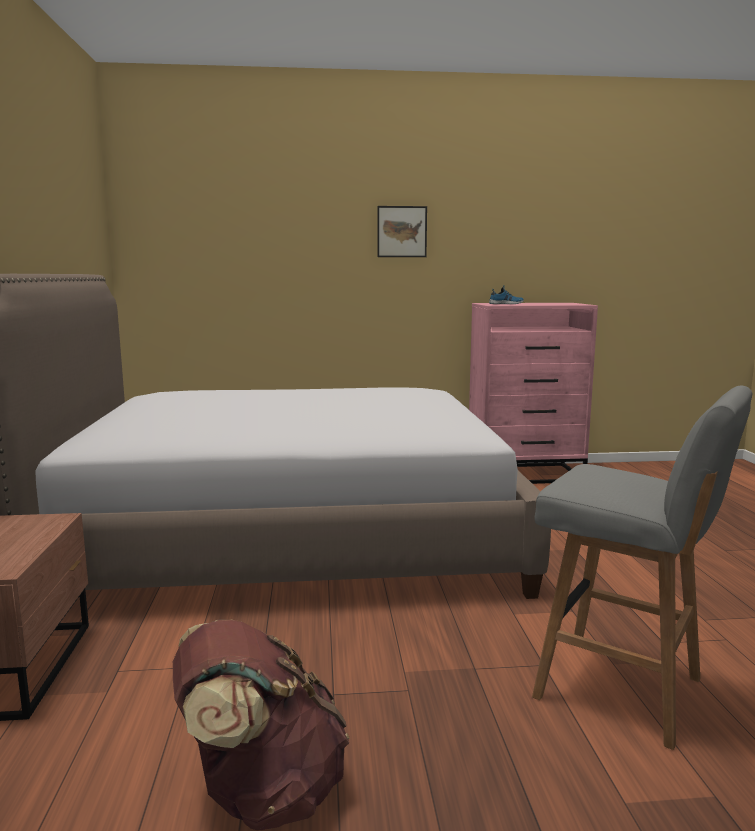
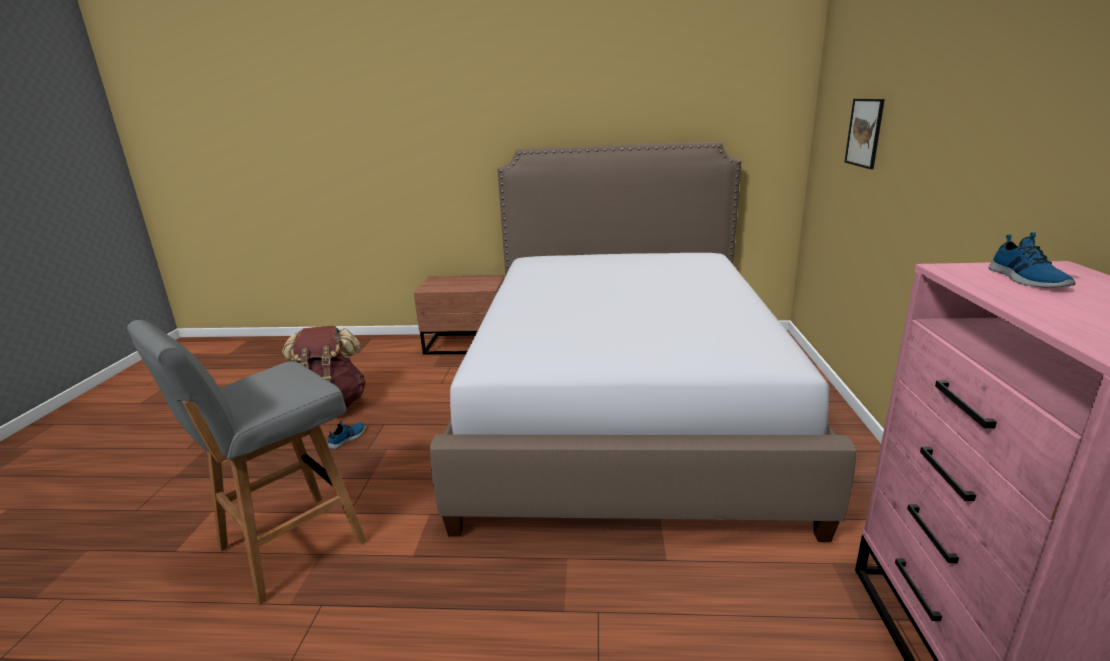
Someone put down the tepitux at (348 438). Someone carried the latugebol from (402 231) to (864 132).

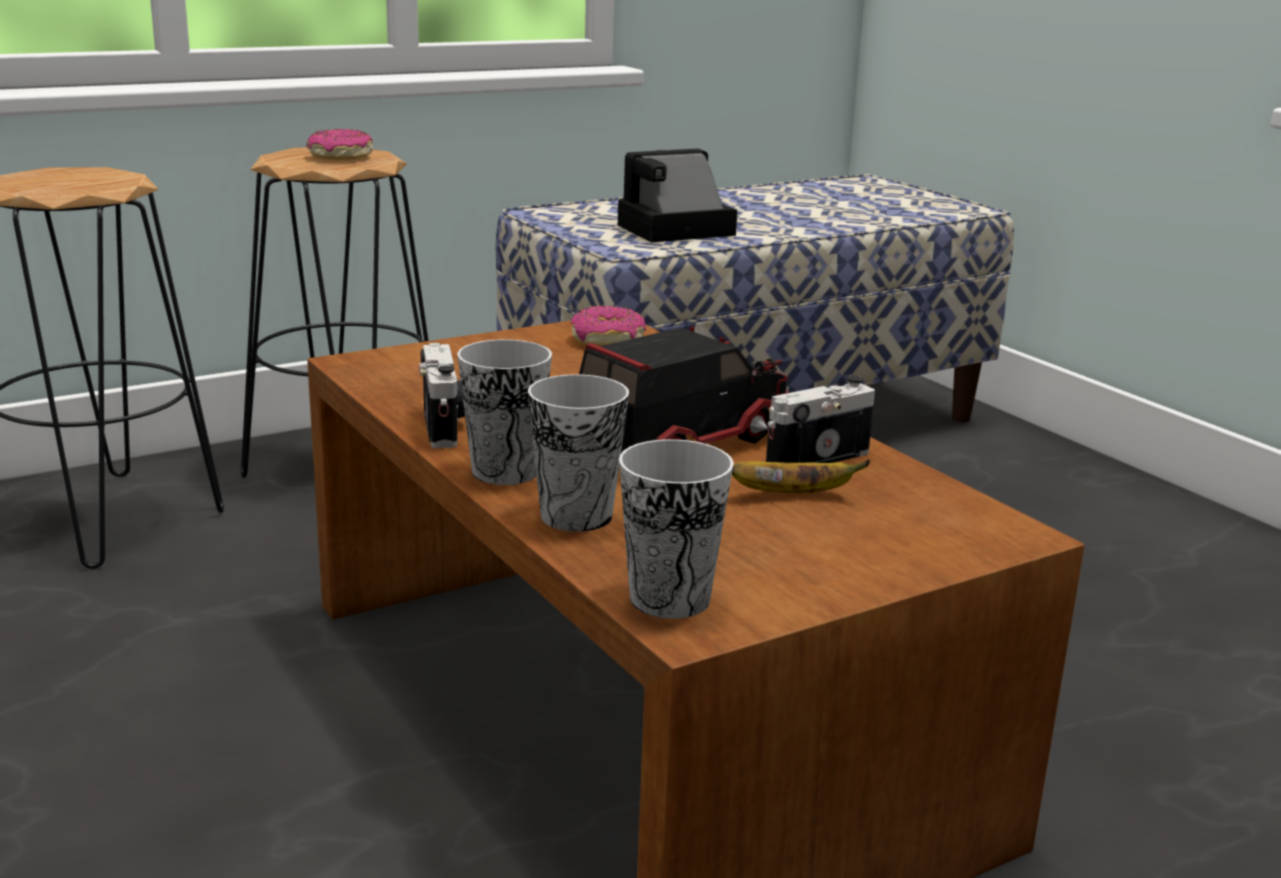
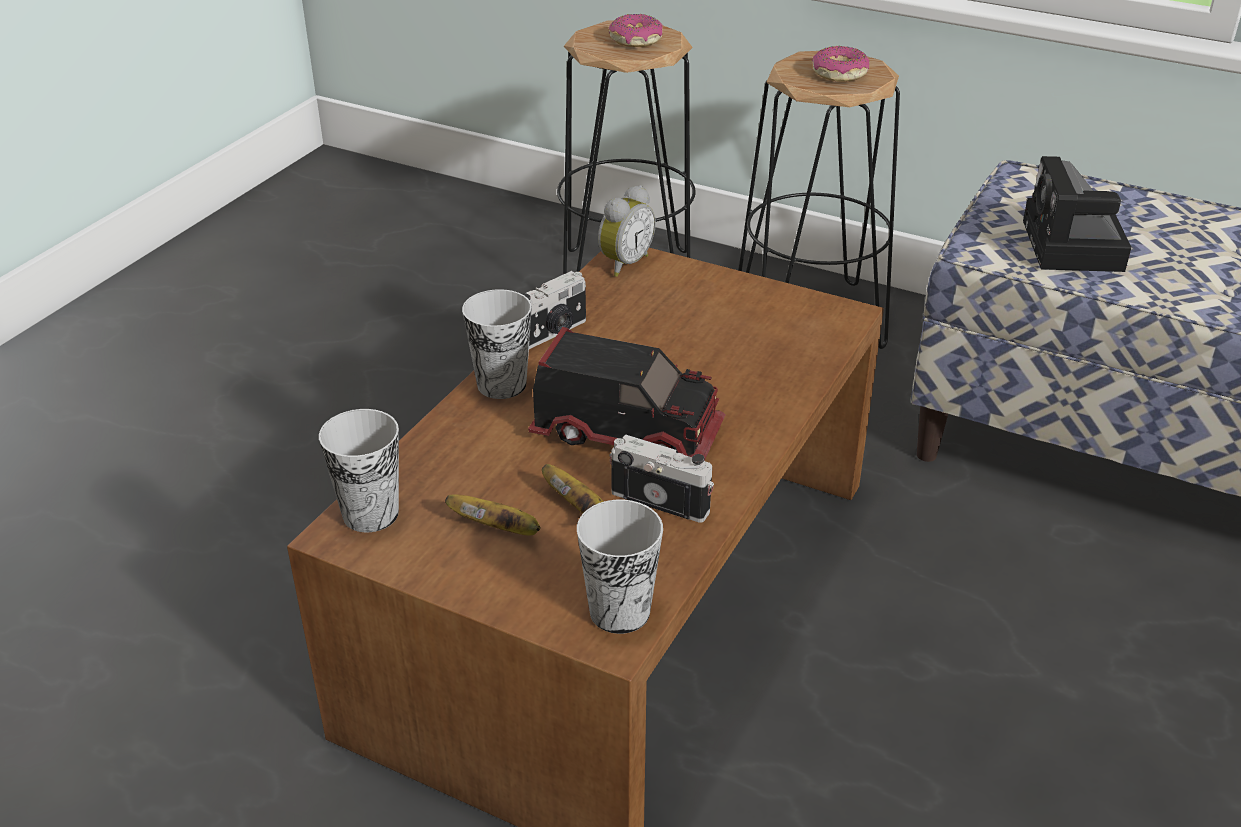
Someone put down the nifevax at (499 529). Someone put down the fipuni at (623 263). Someone carried the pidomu from (576 516) to (619 611). Someone carried the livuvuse from (608 340) to (636 41). Someone rotated the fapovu at (672 230) by 120 degrees counterclockwise.

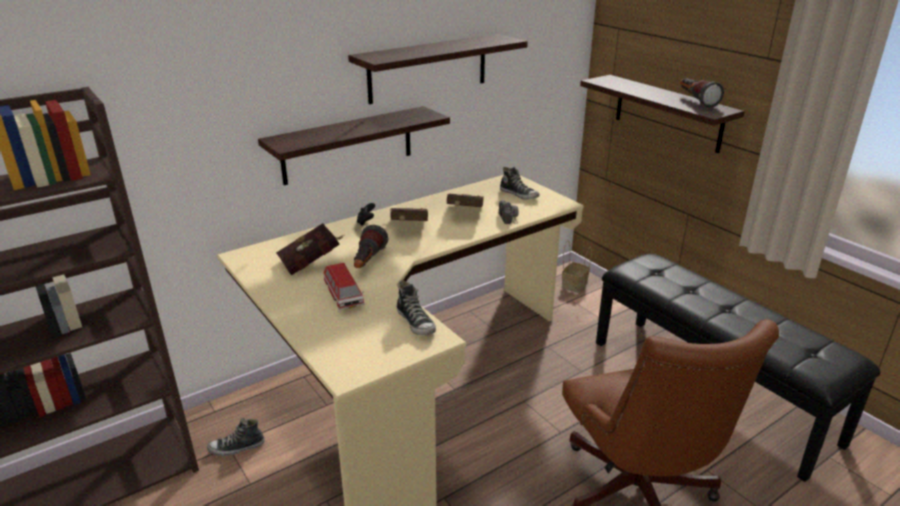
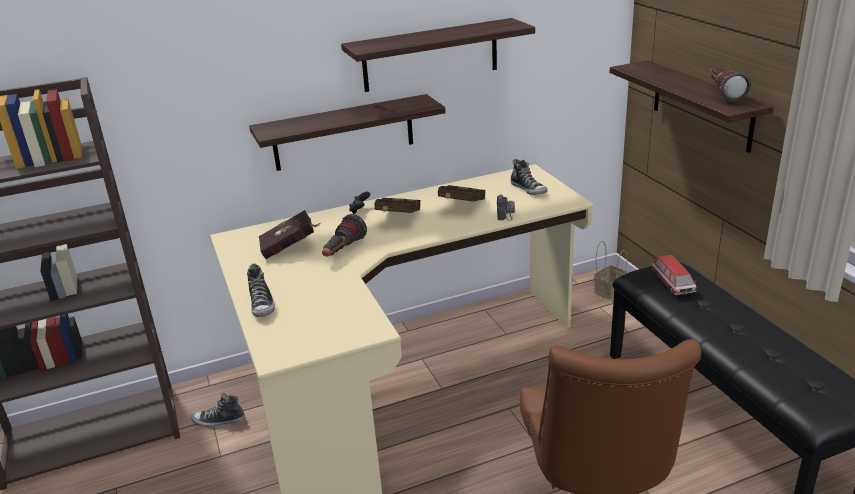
Someone carried the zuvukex from (343 296) to (672 284). Someone carried the tepitux from (416 323) to (262 305).

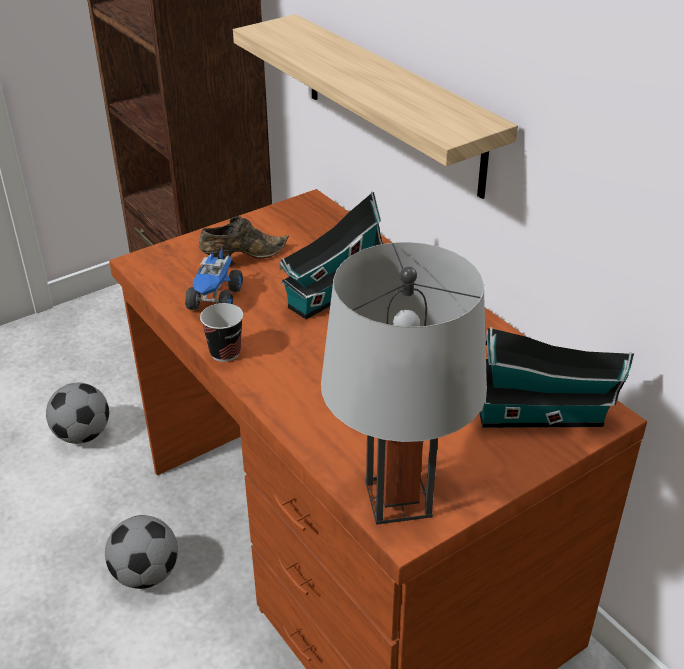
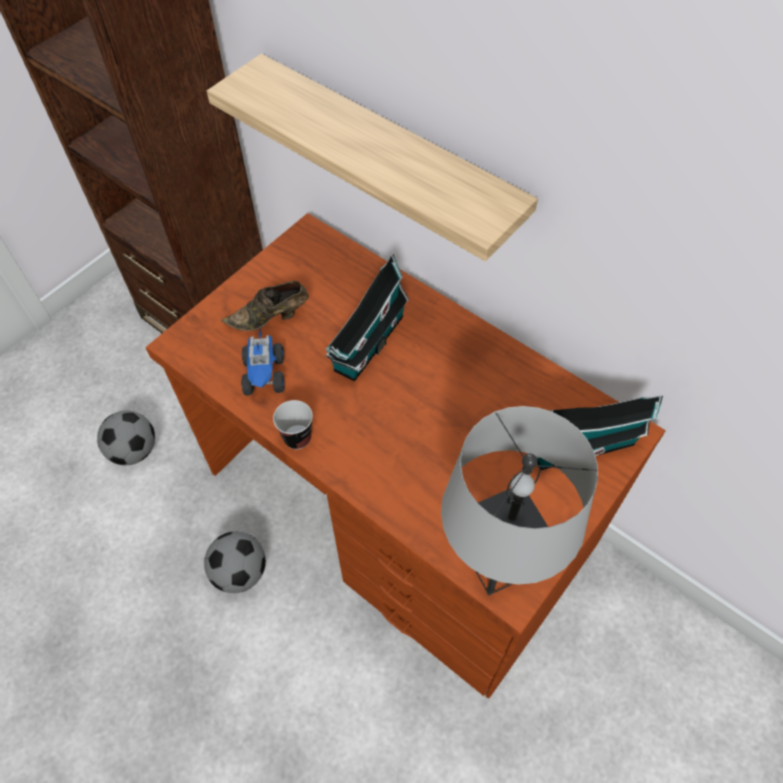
Someone rotated the brown_tepitux at (242 258) by 150 degrees counterclockwise.

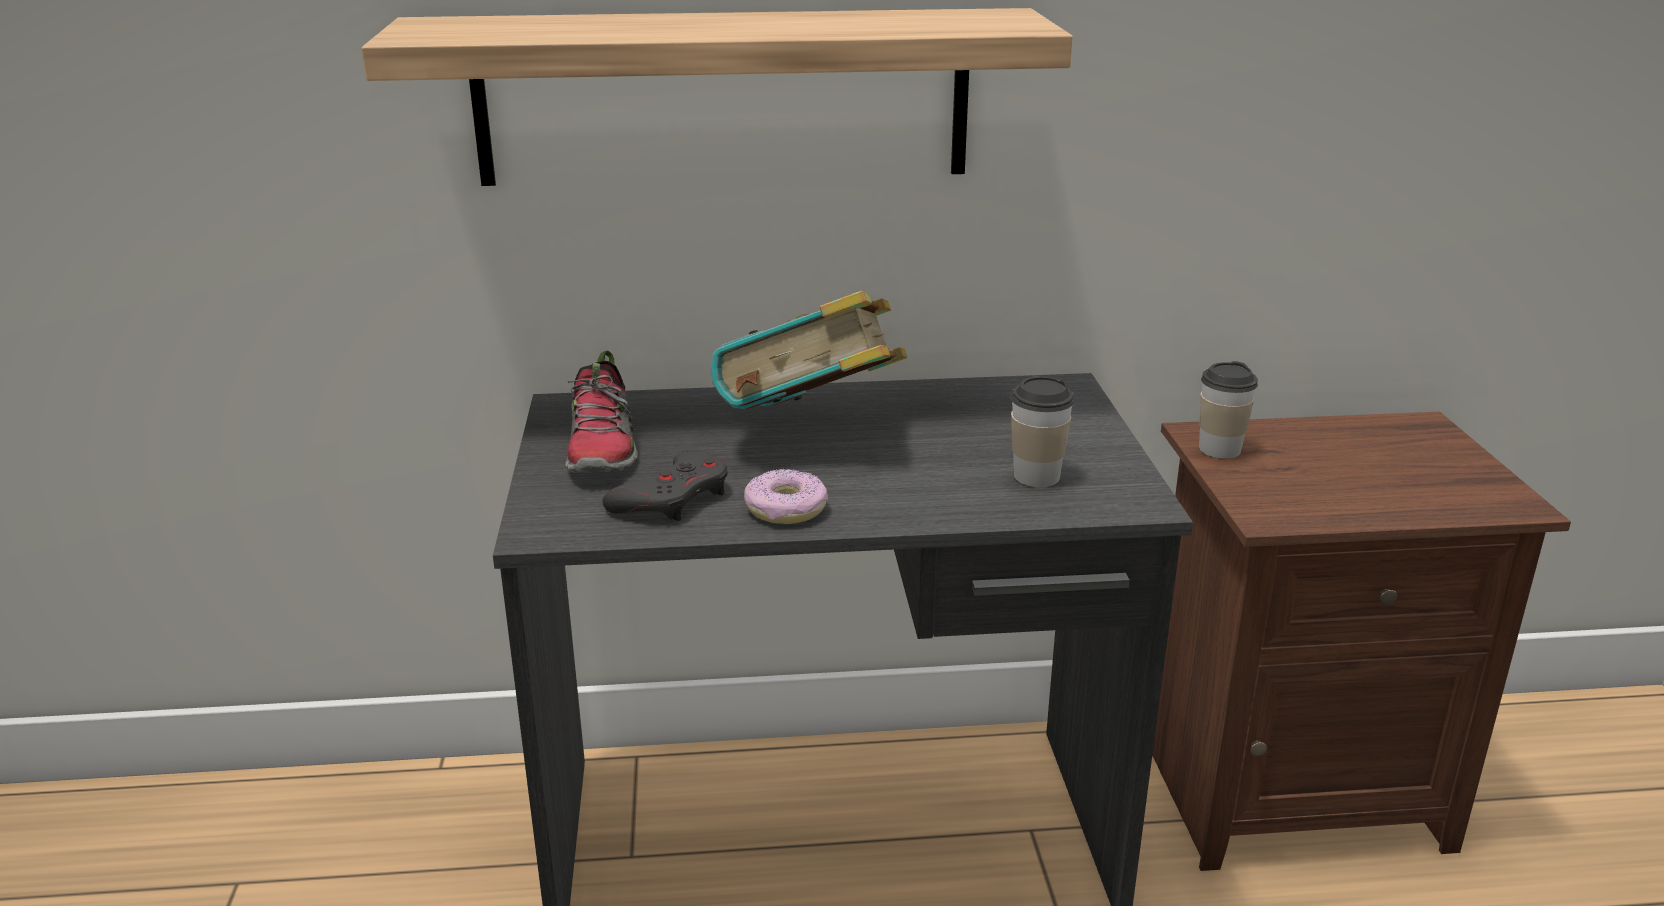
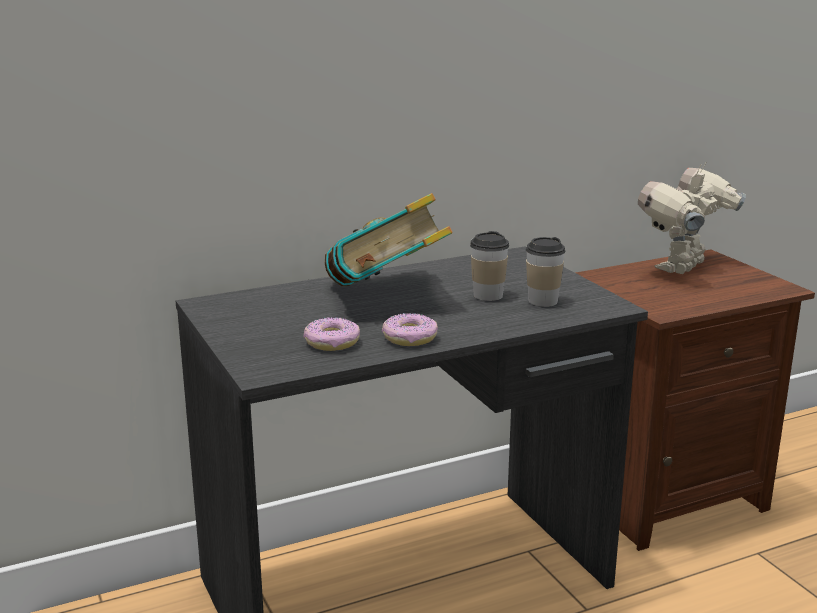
Someone took away the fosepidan at (723 97). Someone took away the tepitux at (603 449). Someone put down the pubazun at (684 268). Someone carried the pidomu from (1219 449) to (488 295). Someone swapped the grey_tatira at (673 498) for the livuvuse at (332 342).

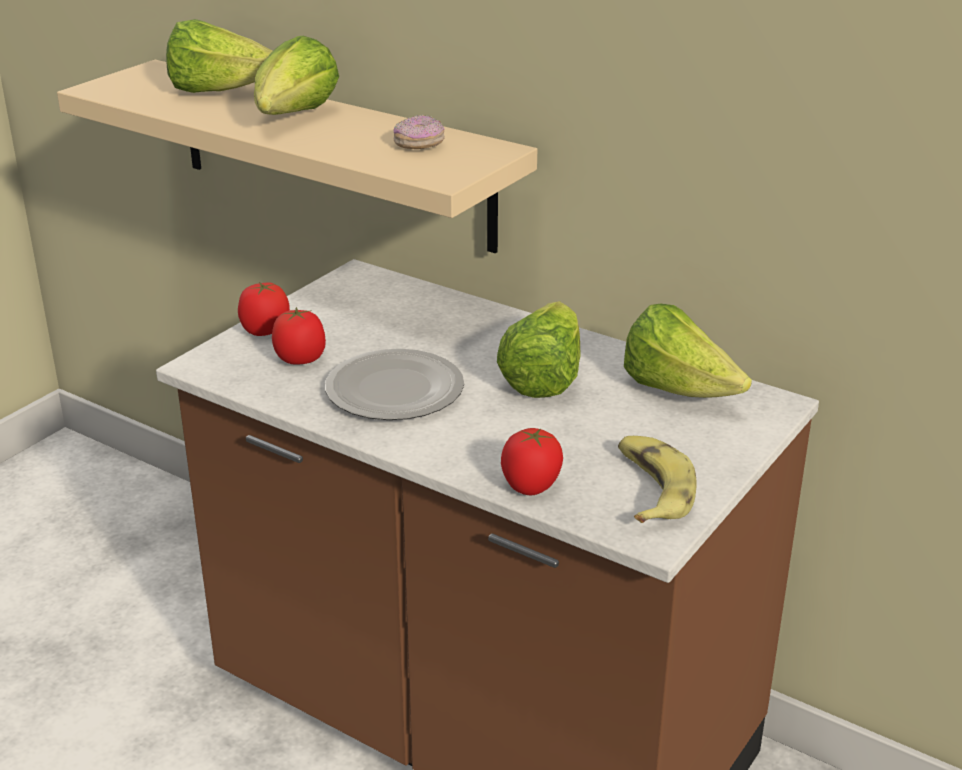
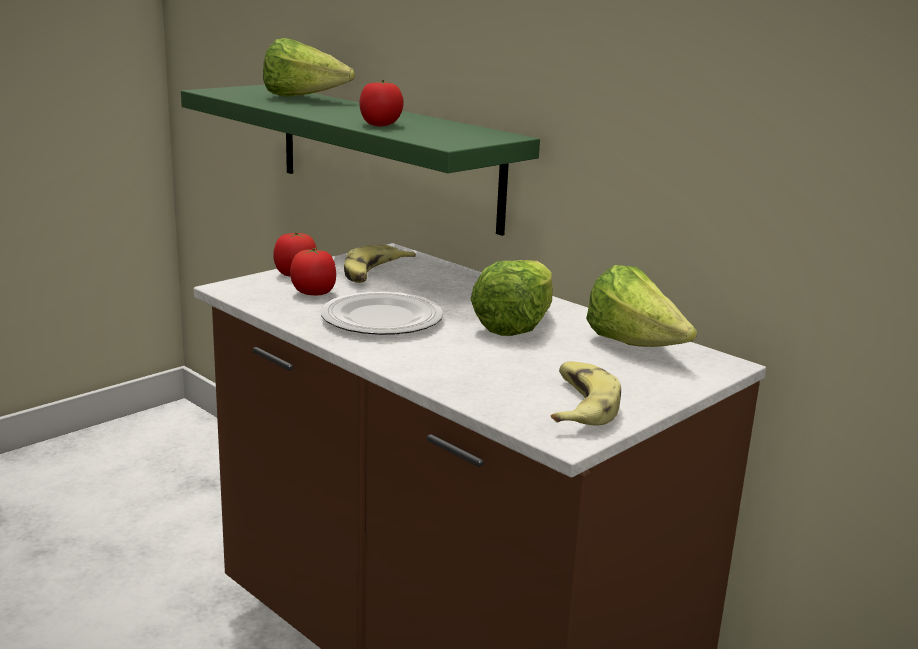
Someone took away the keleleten at (294 117). Someone took away the livuvuse at (419 145). Someone put down the nifevax at (374 274). Someone carried the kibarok from (530 486) to (380 125). Someone repainted the beige_fosepidan at (332 154), which became the green_fosepidan at (386 154).

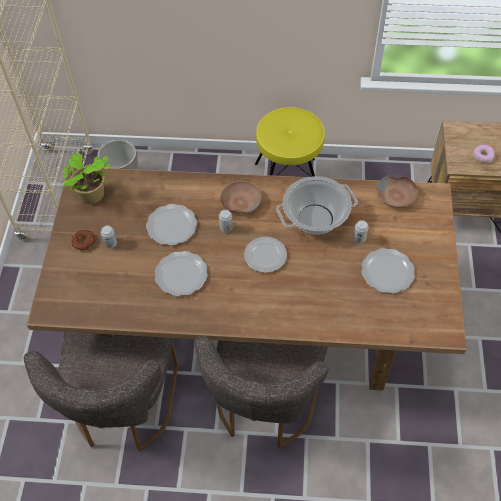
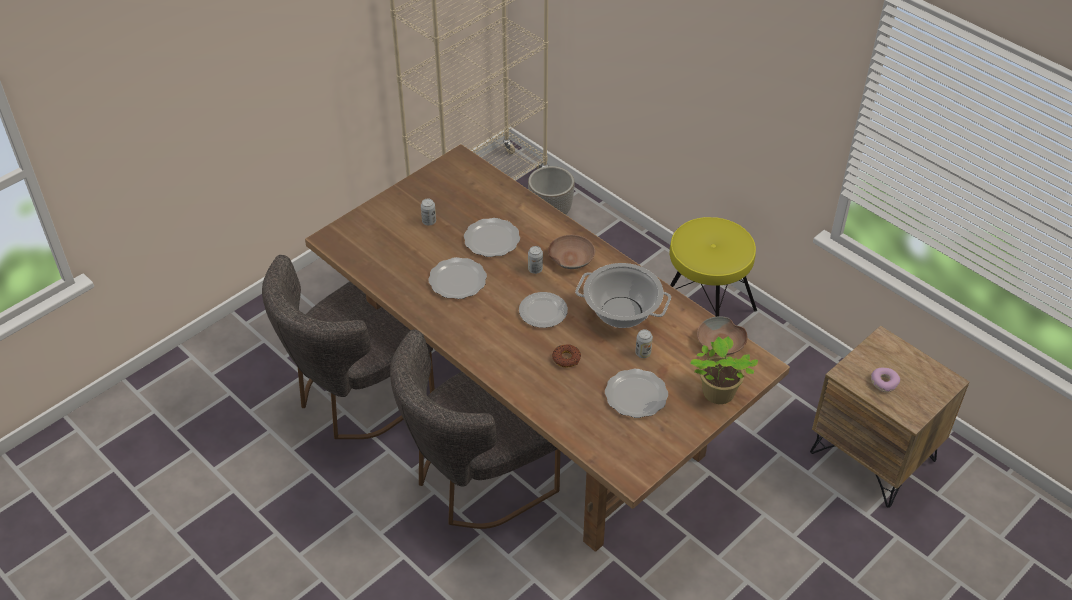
Someone carried the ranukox from (91 196) to (717 394). Someone carried the livuvuse from (84 242) to (566 358).

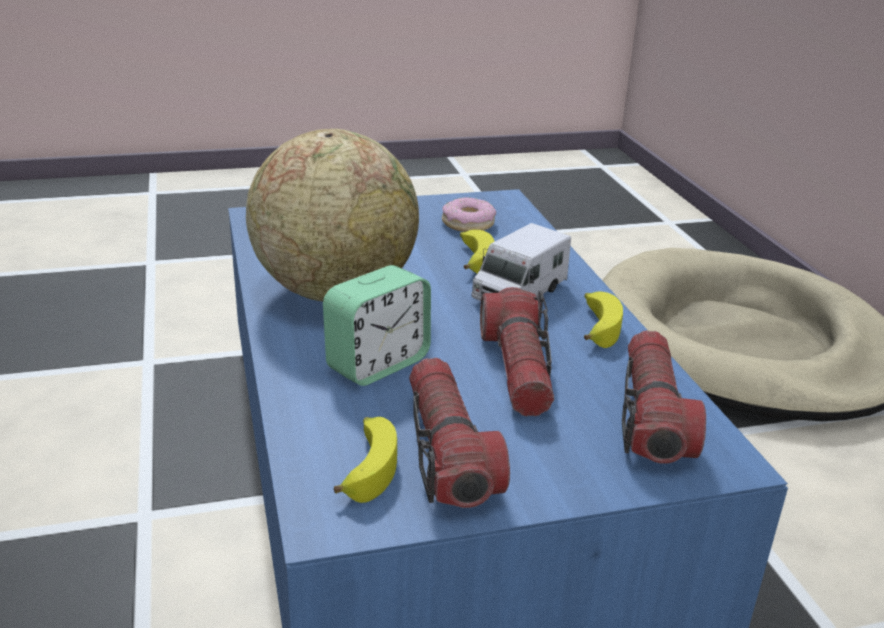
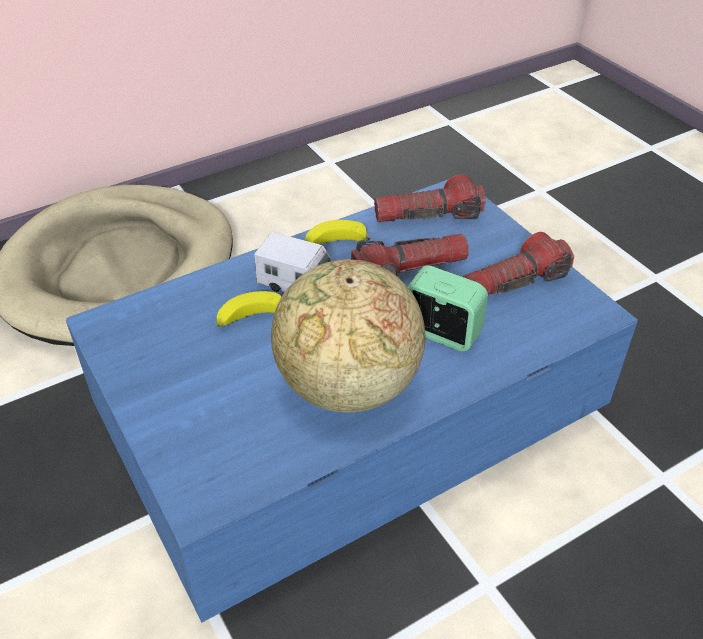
Someone took away the nifevax at (367 466). Someone took away the livuvuse at (467 223).

